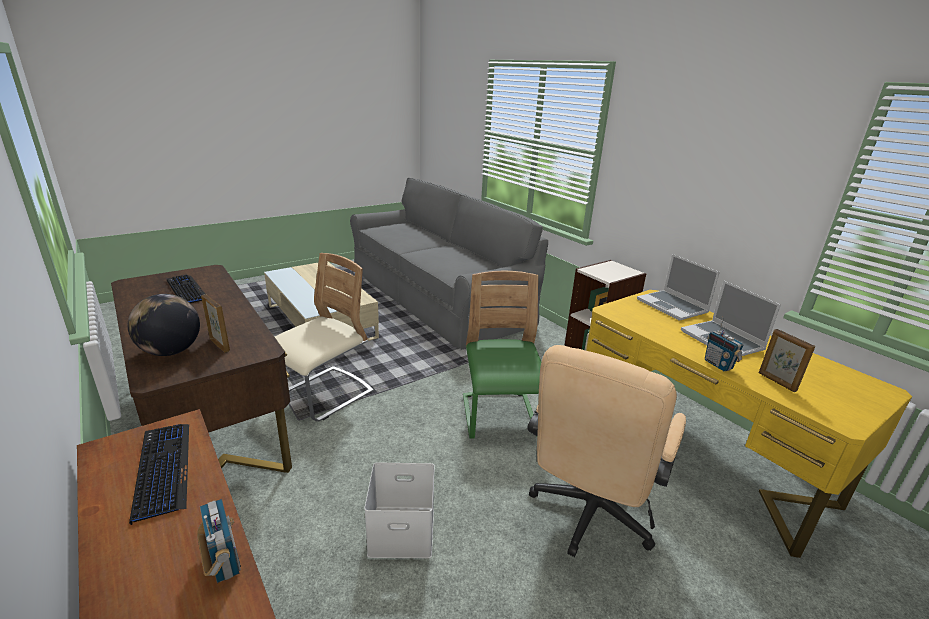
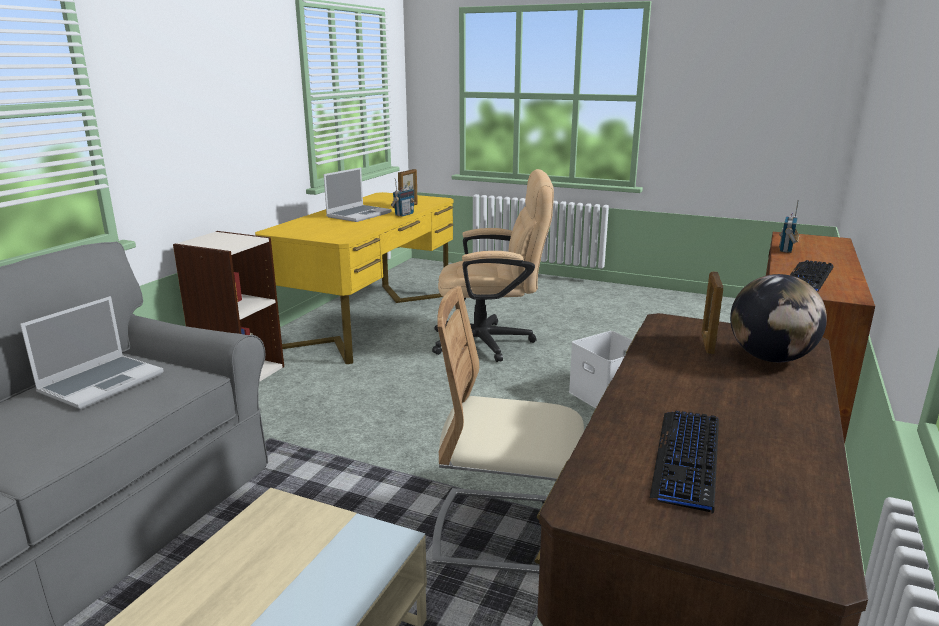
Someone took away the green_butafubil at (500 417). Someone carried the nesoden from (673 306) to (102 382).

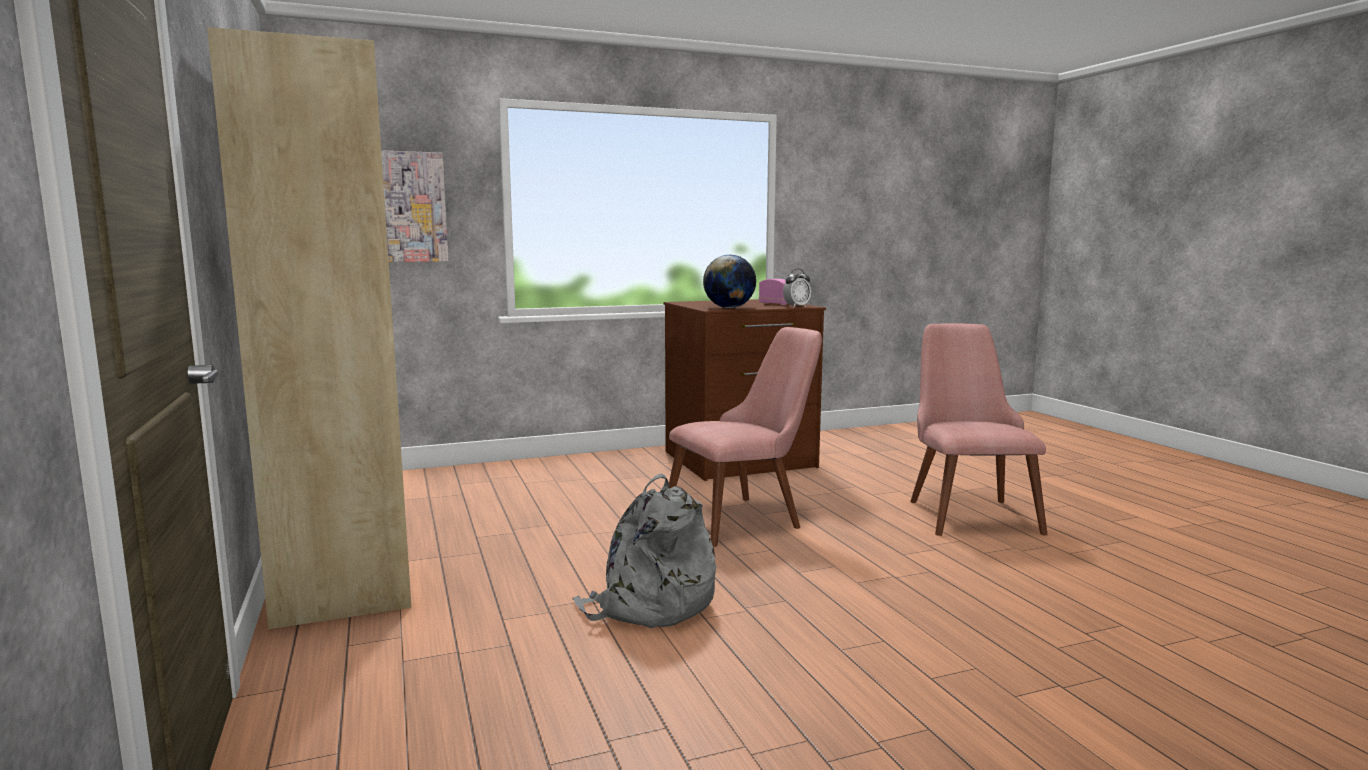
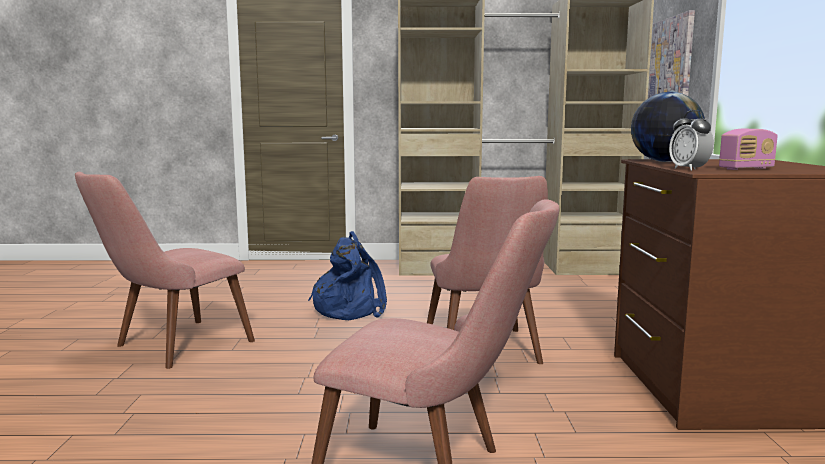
Someone put down the pink_butafubil at (170 348). Someone repainted the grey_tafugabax at (650 605), which became the blue_tafugabax at (349 309).

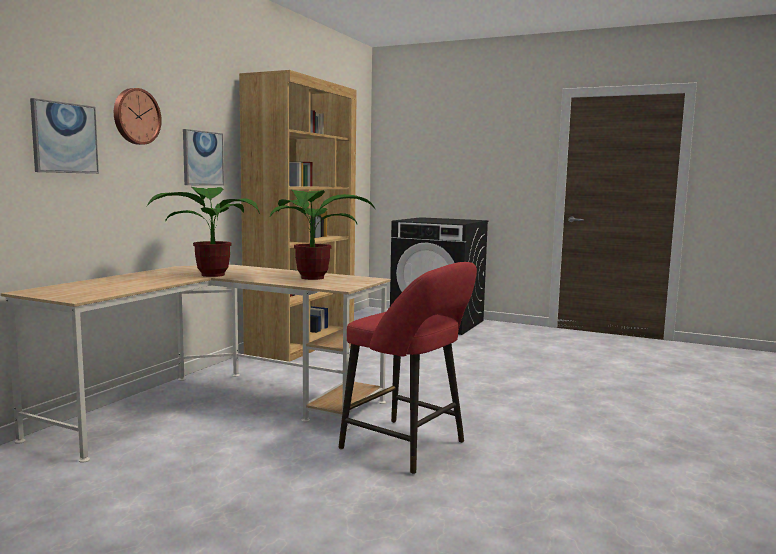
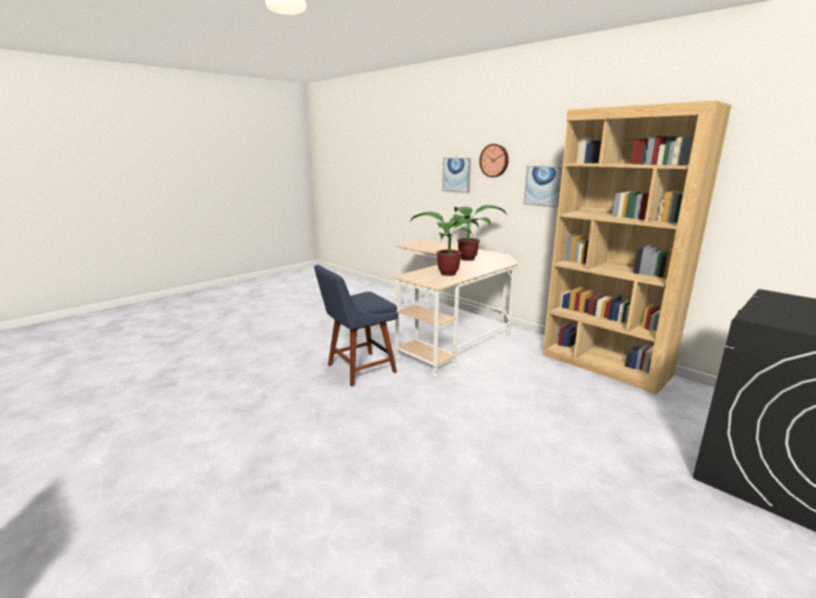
Someone swapped the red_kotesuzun at (408 447) for the blue_butafubil at (358 369).

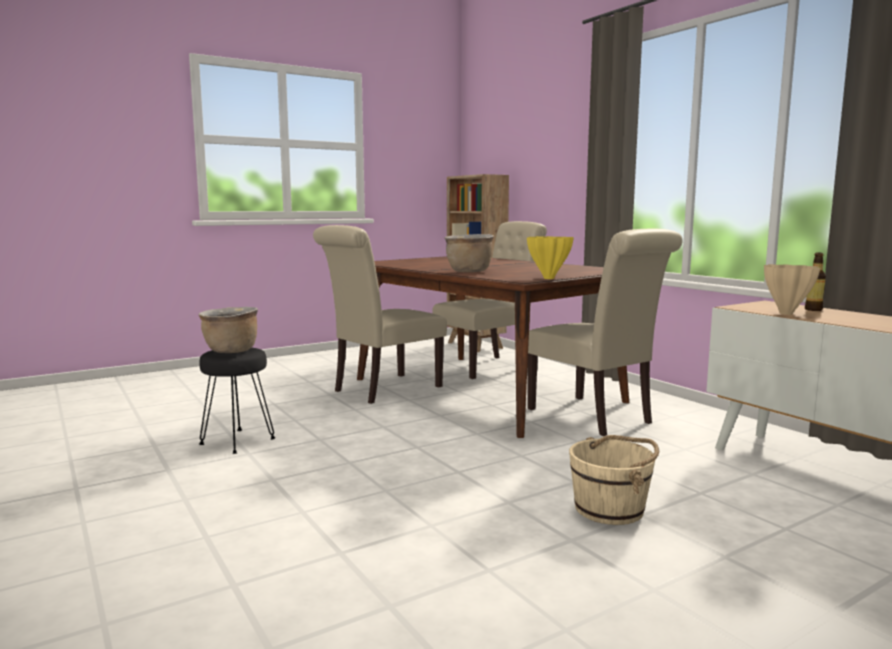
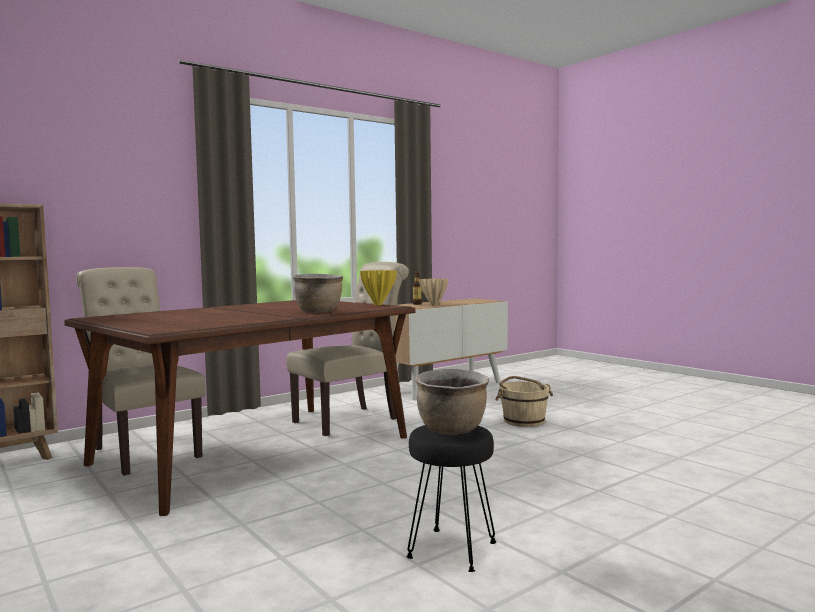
Someone took away the beige_butafubil at (382 389).

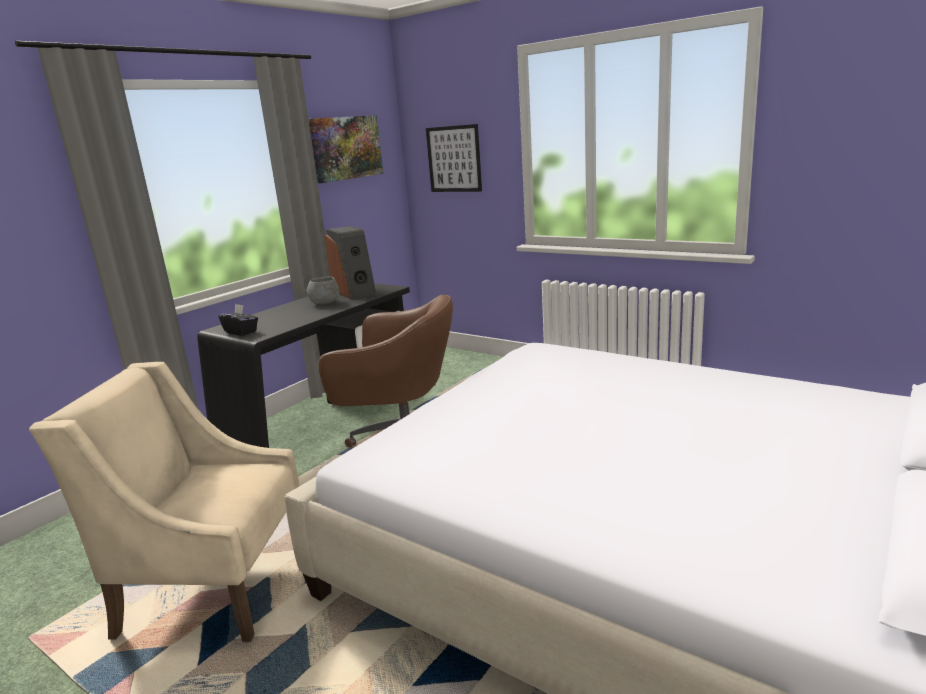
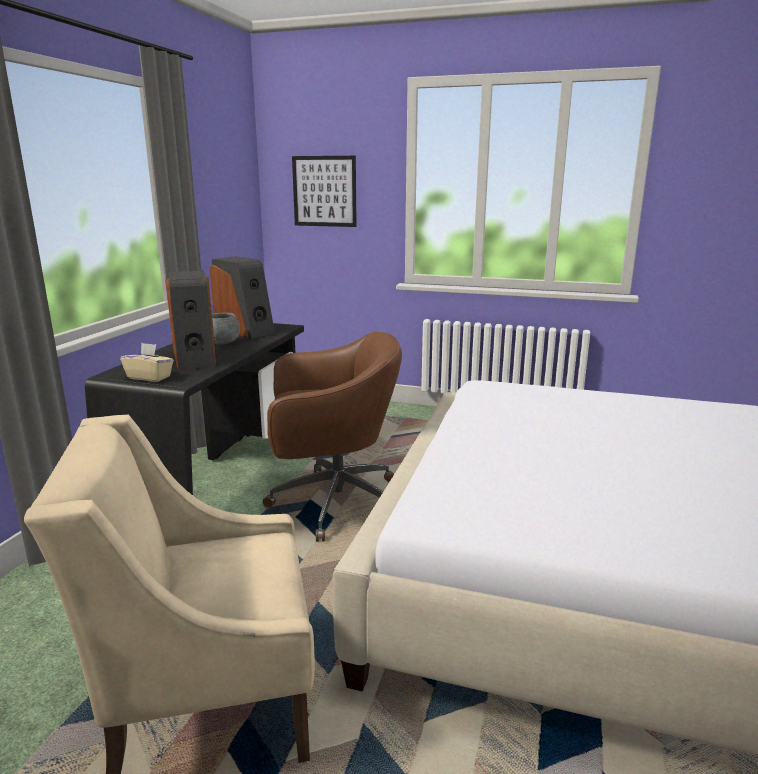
Someone took away the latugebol at (346 148). Someone put down the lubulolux at (195 359). Someone repainted the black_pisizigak at (241 332), which became the beige_pisizigak at (150 377).

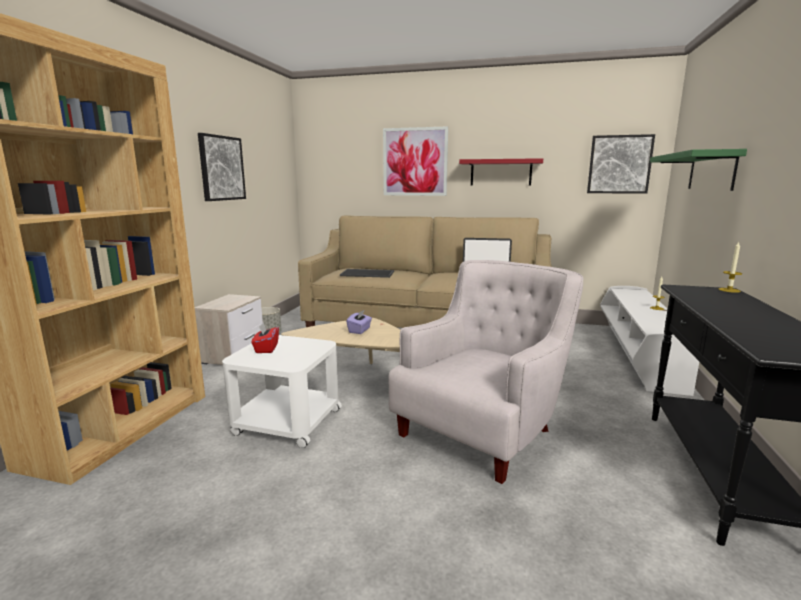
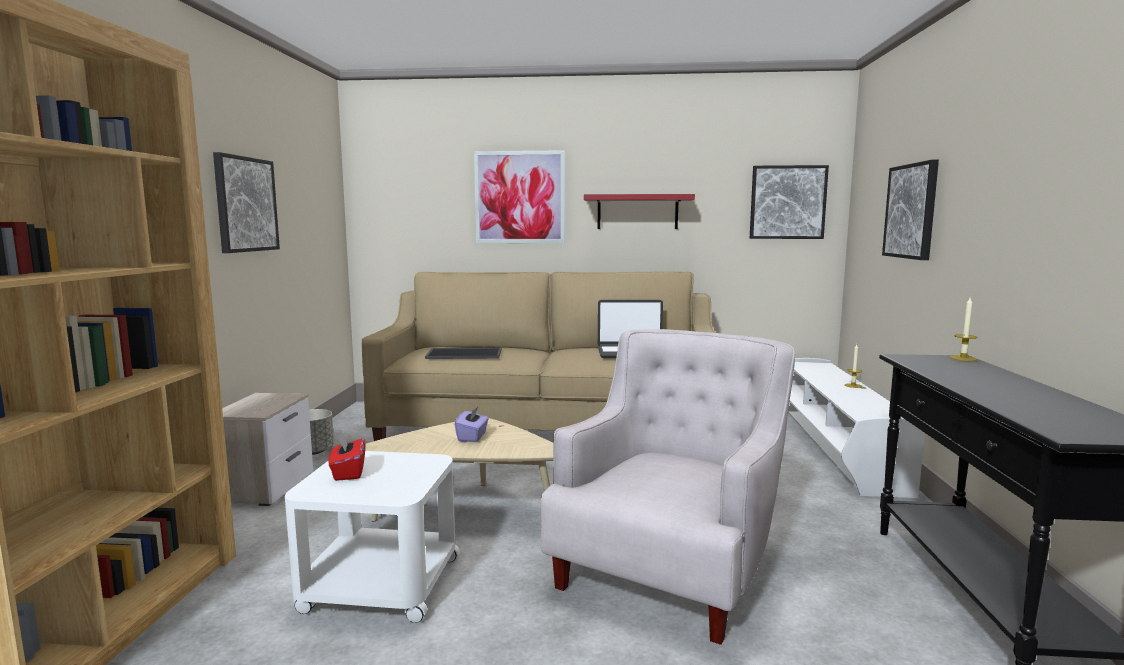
Someone swapped the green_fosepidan at (711 171) for the latugebol at (911 211).

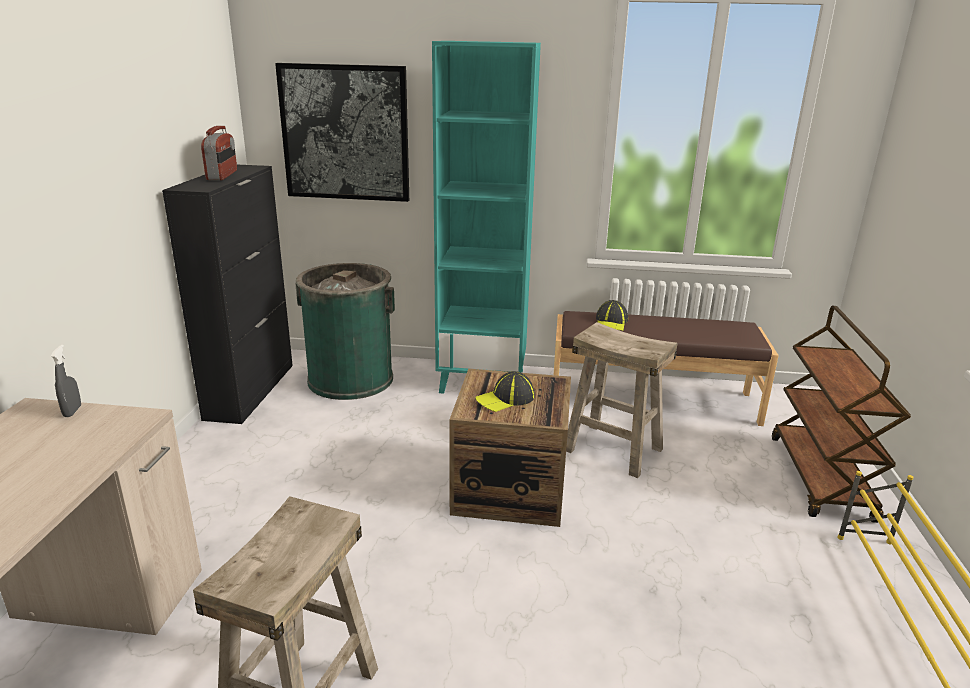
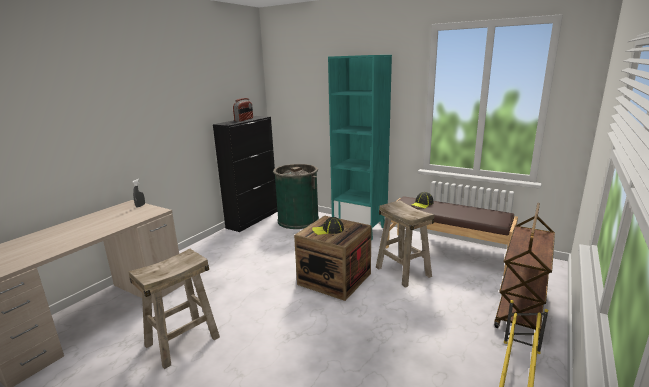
Someone took away the latugebol at (345 133).

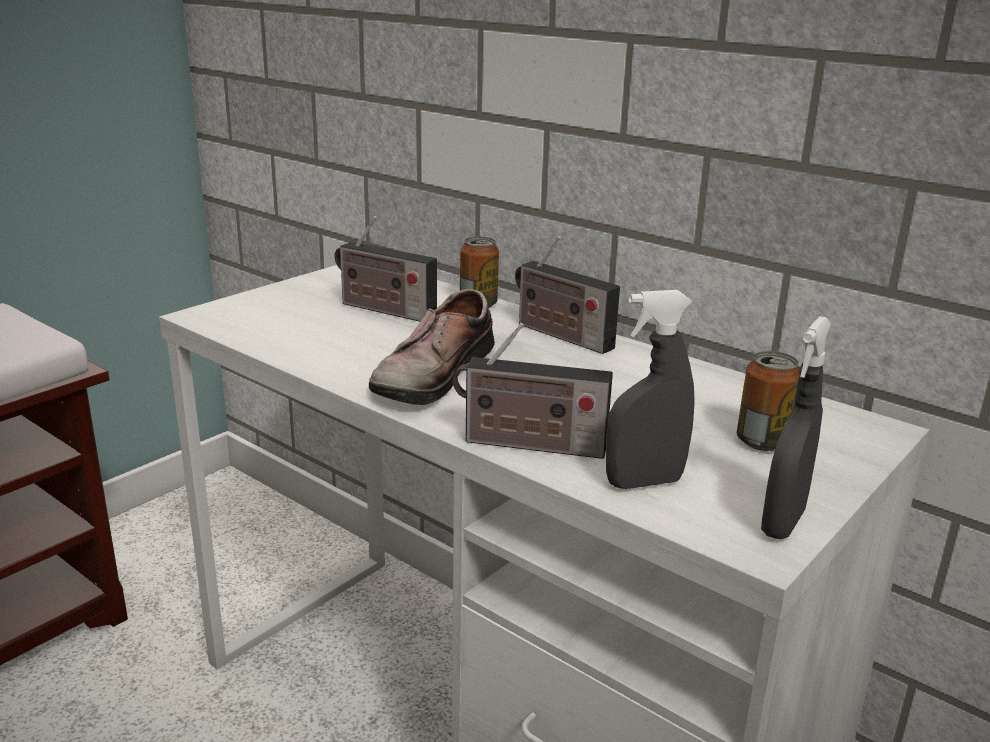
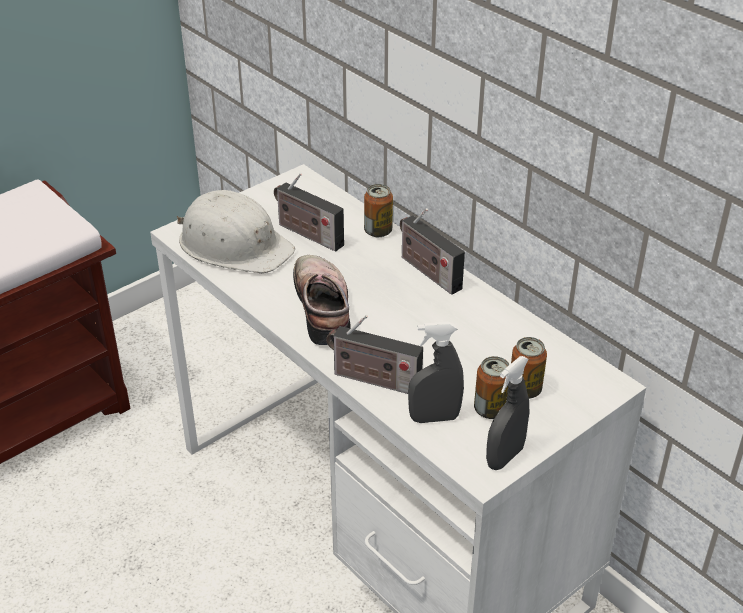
Someone put down the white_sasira at (234 245). Someone put down the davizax at (491 410). Someone rotated the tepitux at (430 373) by 135 degrees clockwise.

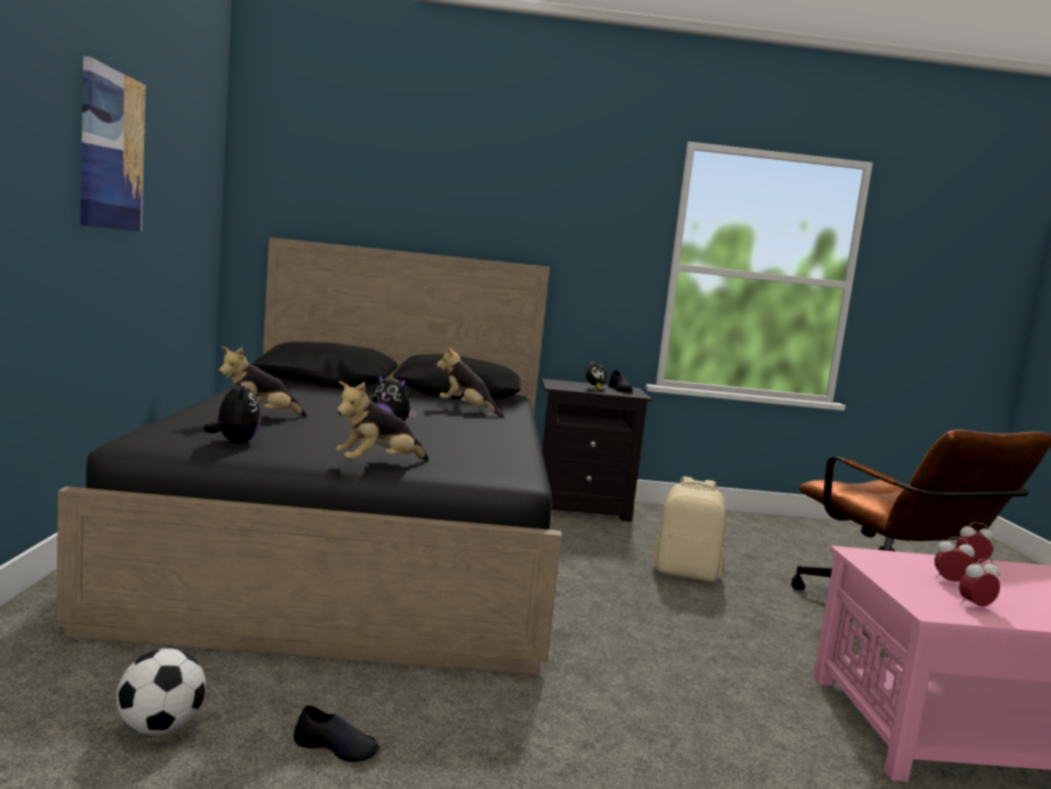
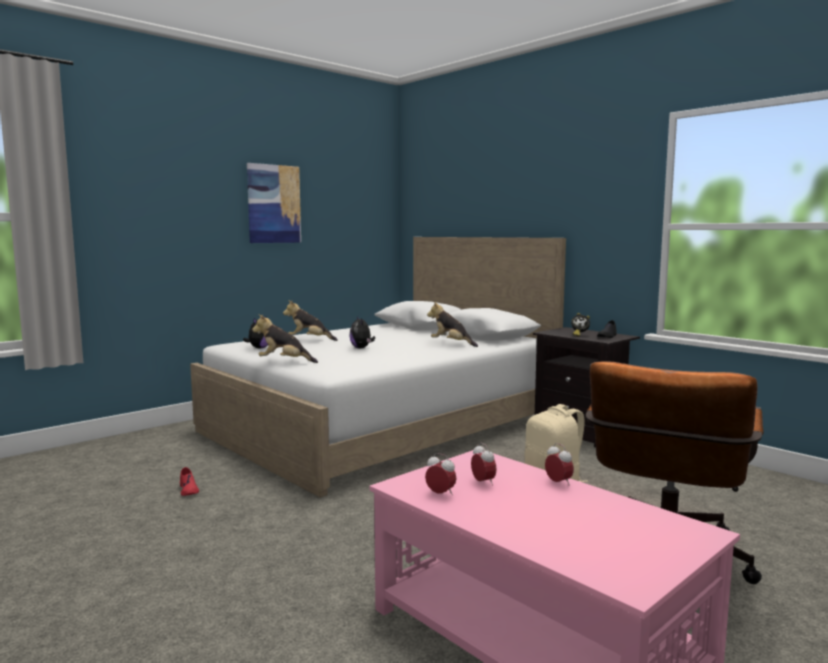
Someone took away the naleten at (160 728). Someone repainted the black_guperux at (363 542), which became the white_guperux at (383 424). Someone repainted the black_tepitux at (336 747), which became the red_tepitux at (188 490). Someone rotated the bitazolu at (467 409) by 45 degrees counterclockwise.

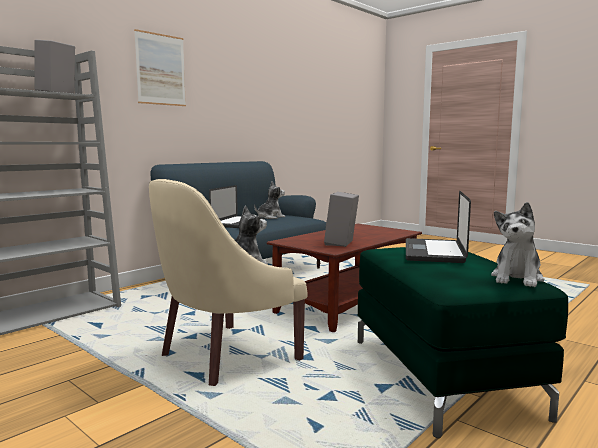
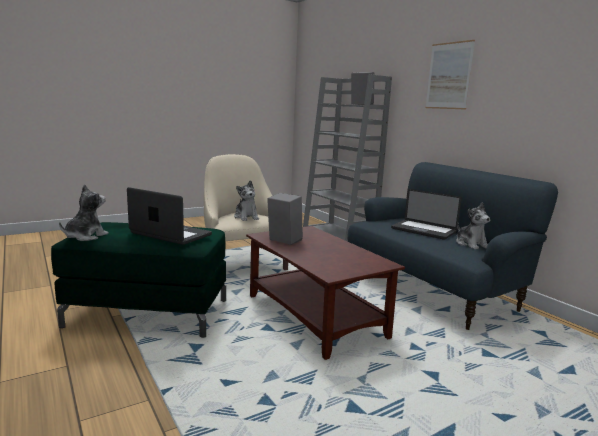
Someone rotated the bitazolu at (517 278) by 75 degrees clockwise.

